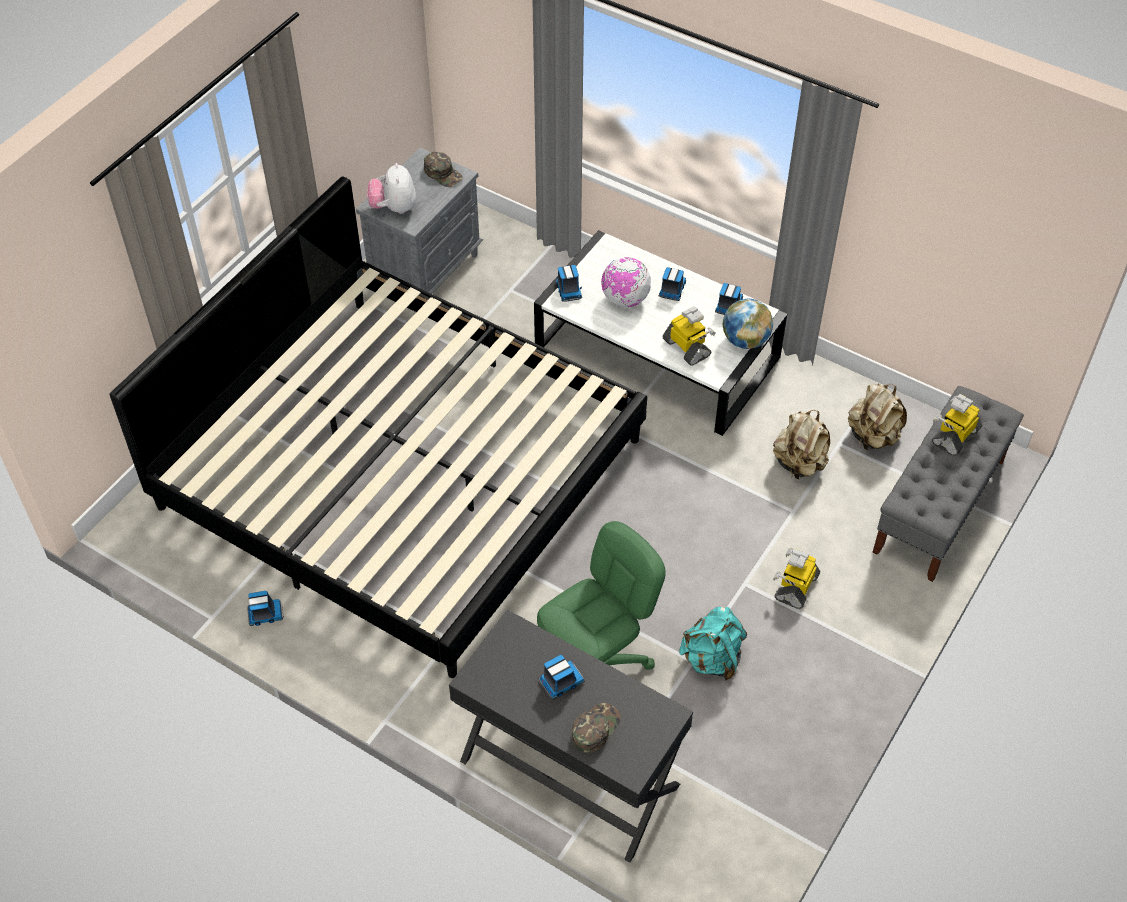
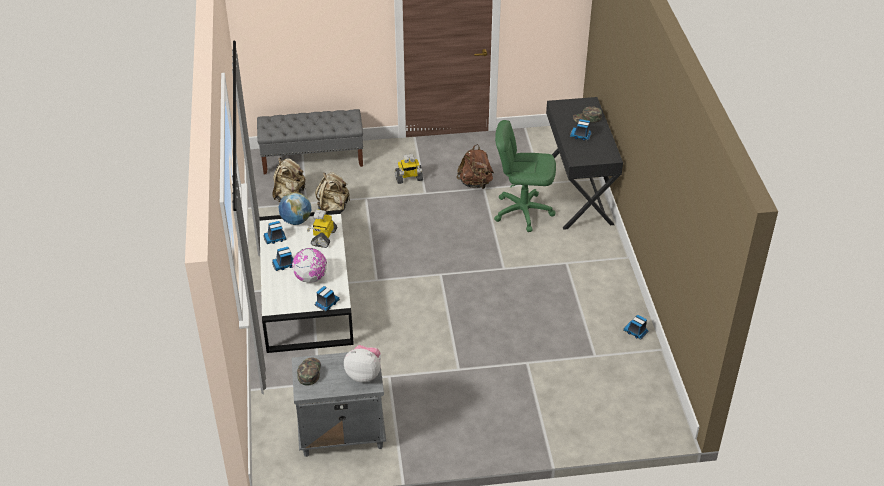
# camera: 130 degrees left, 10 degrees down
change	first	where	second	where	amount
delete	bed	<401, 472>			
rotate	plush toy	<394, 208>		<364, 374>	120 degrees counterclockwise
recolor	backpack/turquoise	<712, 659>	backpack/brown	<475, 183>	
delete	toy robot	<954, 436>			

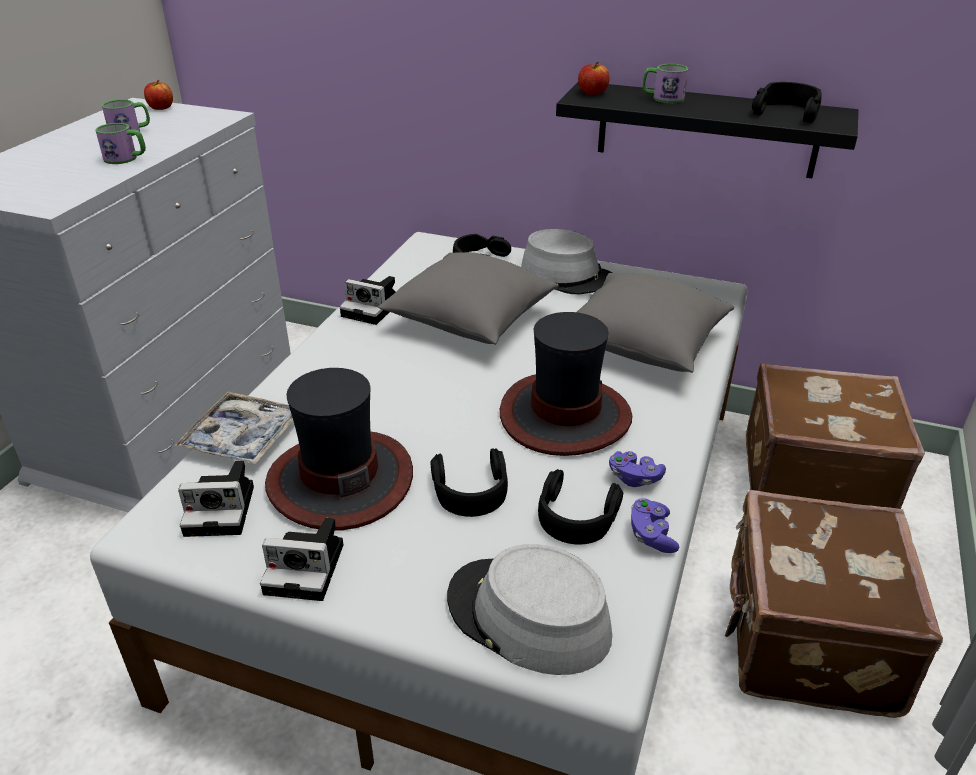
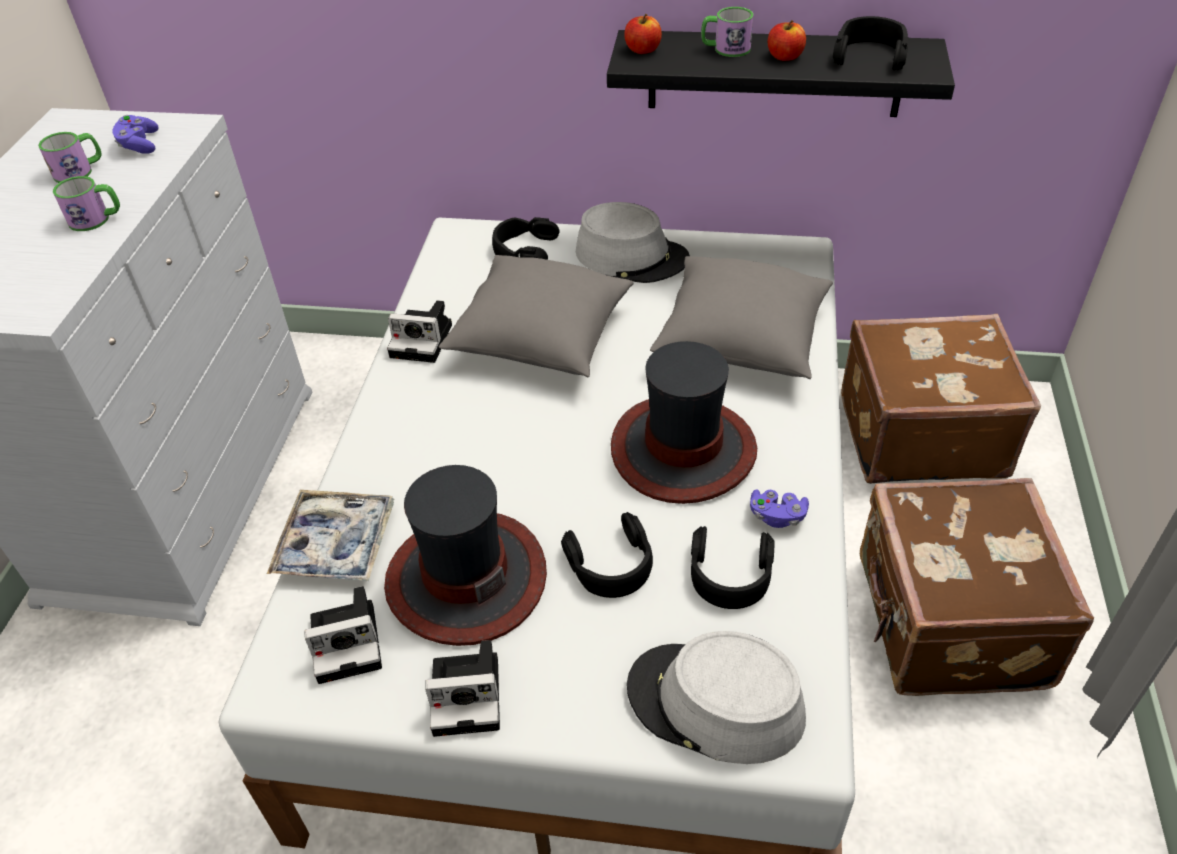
# camera: 10 degrees left, 10 degrees up
change	first	where	second	where	amount
move	apple	<161, 108>		<785, 57>	
move	game controller/purple	<651, 535>		<139, 145>	

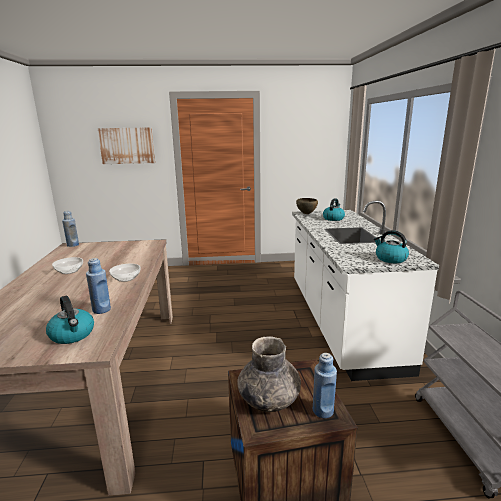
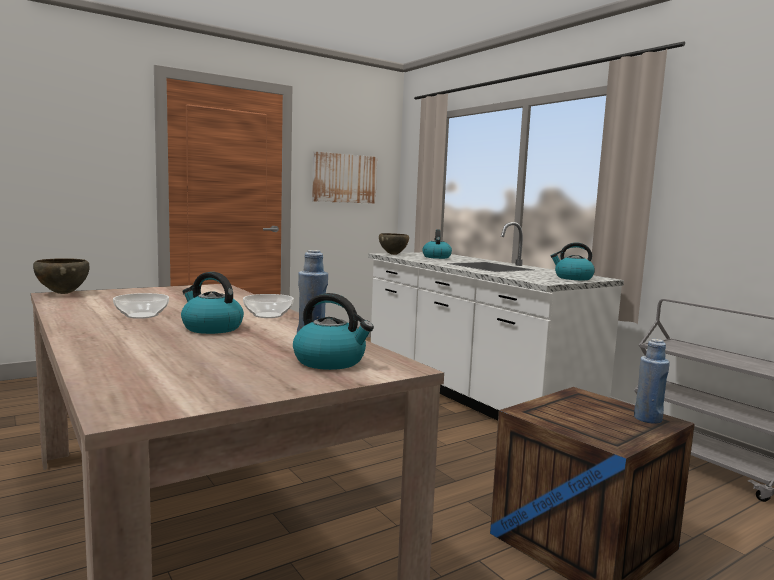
# camera: 30 degrees left, 10 degrees down
change	first	where	second	where	amount
replace	bottle/blue	<73, 245>	bowl/brown	<63, 293>	
move	picture	<127, 145>		<344, 178>	
delete	vase/grey	<268, 399>			
insert			kettle	<211, 328>	

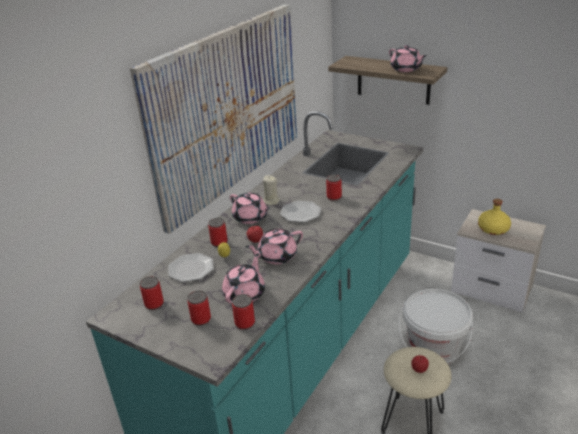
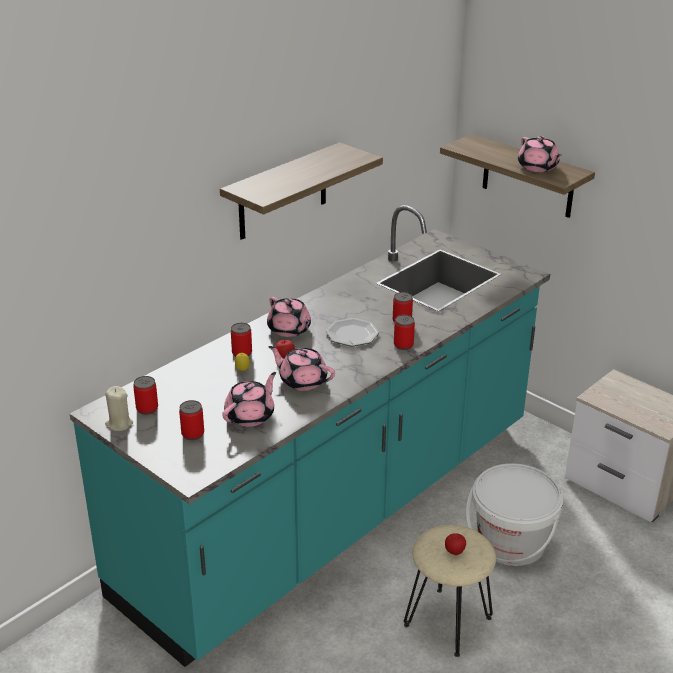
# camera: 10 degrees right, 0 degrees up
change	first	where	second	where	amount
replace	picture	<228, 109>	shelf	<283, 192>	
delete	plate	<190, 269>			
move	can	<245, 323>		<403, 345>	
rotate	teapot/pink	<276, 256>		<302, 381>	45 degrees clockwise
move	candle/beige	<271, 201>		<119, 424>	
delete	bottle/yellow	<492, 229>			

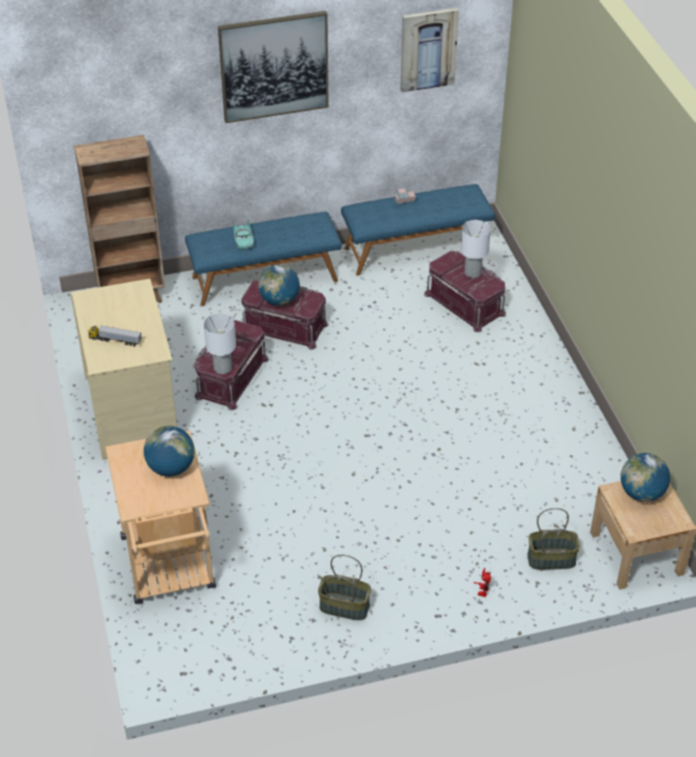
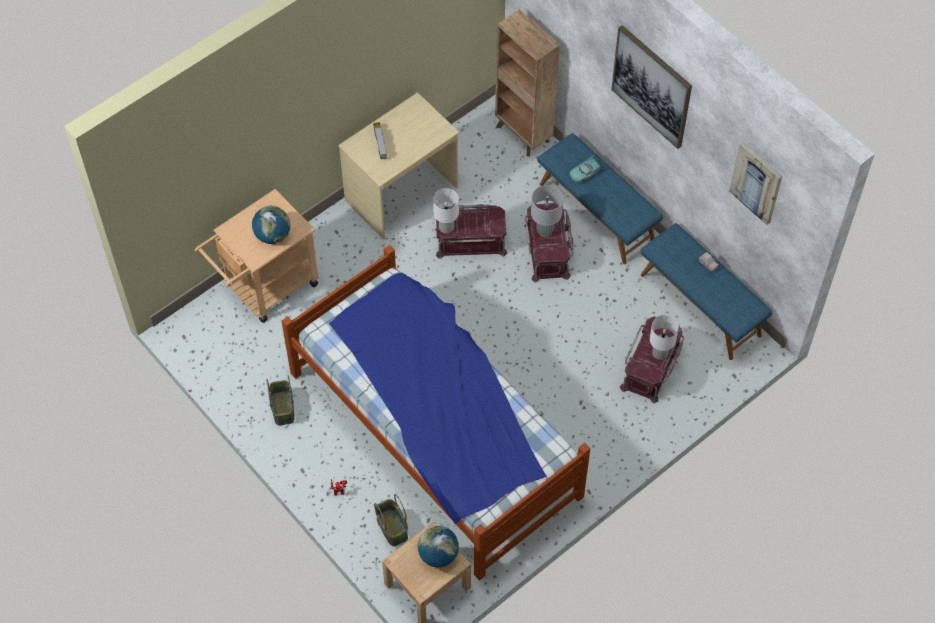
# camera: 65 degrees right, 15 degrees up
change	first	where	second	where	amount
replace	globe	<279, 301>	table lamp/grey	<545, 231>	
insert			bed	<435, 433>	

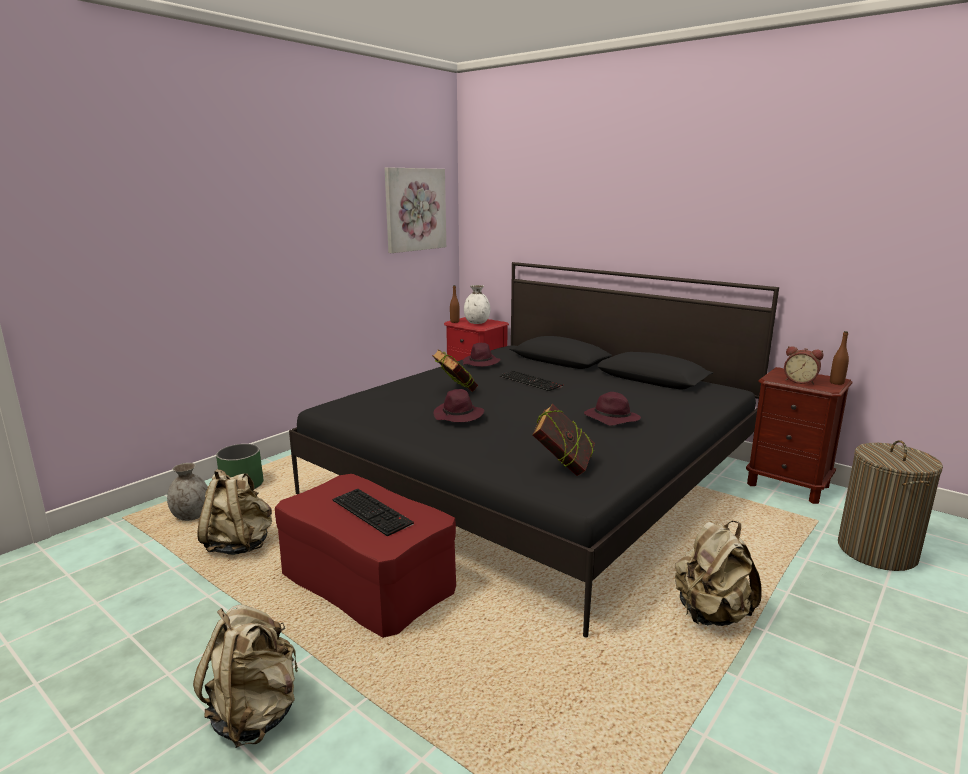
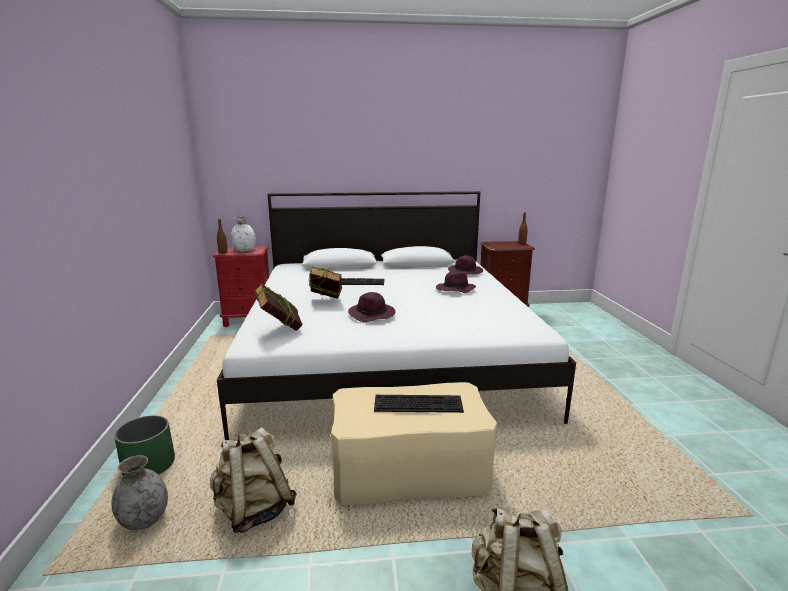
# camera: 45 degrees left, 0 degrees up
change	first	where	second	where	amount
recolor	ottoman/red	<368, 580>	ottoman/beige	<409, 468>	
recolor	bed/black	<536, 479>	bed/white	<387, 355>	
delete	picture	<415, 209>			
move	hat/purple	<481, 363>		<465, 272>	
move	book	<563, 467>		<280, 329>	
delete	backpack/beige	<711, 614>			
delete	alarm clock	<800, 381>			
delete	laundry basket	<876, 551>			

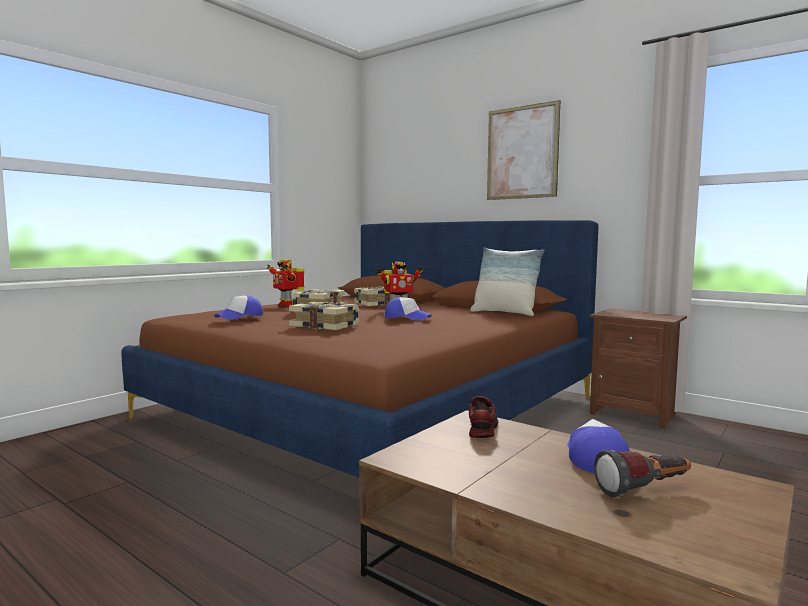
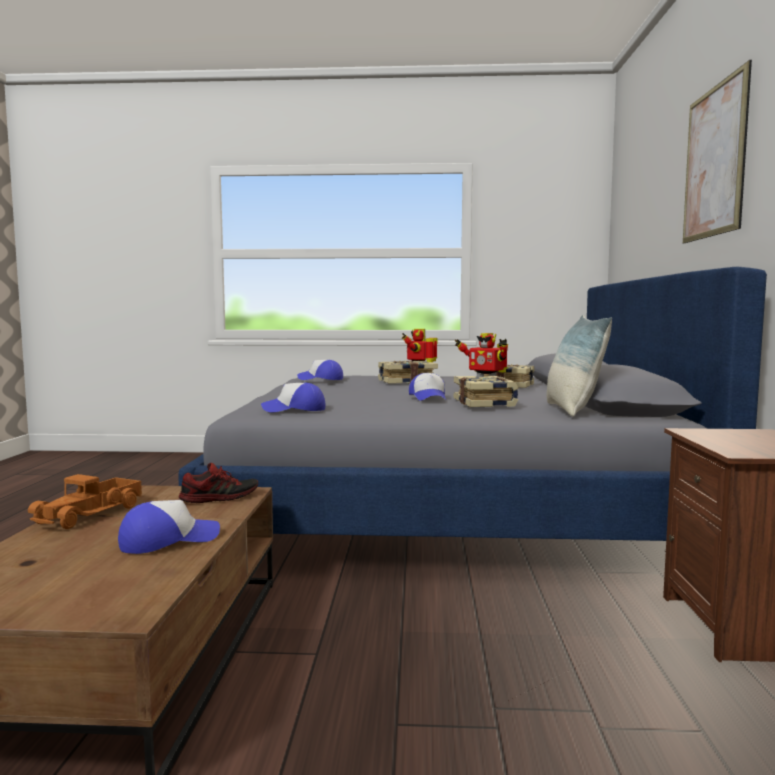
# camera: 55 degrees right, 0 degrees up
change	first	where	second	where	amount
recolor	bed/brown	<374, 407>	bed/grey	<447, 502>	
move	book	<325, 326>		<485, 403>	
delete	flashlight	<645, 490>			
insert			toy truck	<91, 514>	
insert			cap	<294, 410>	

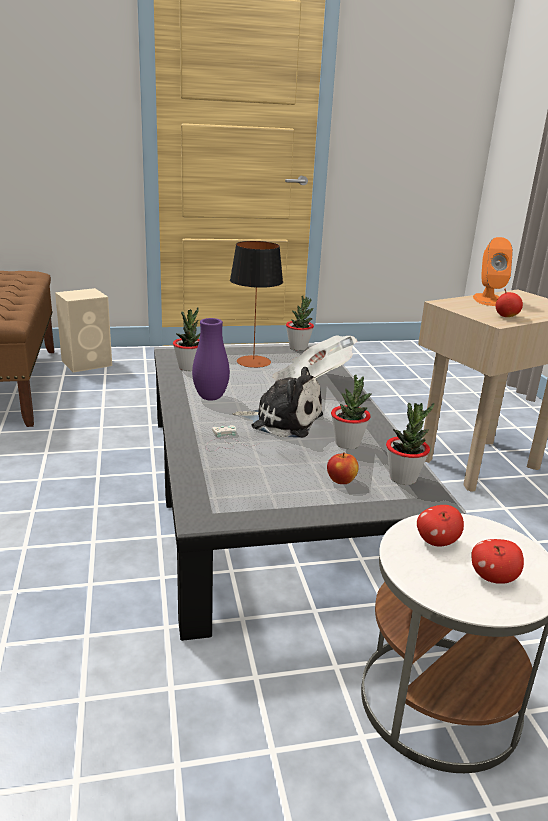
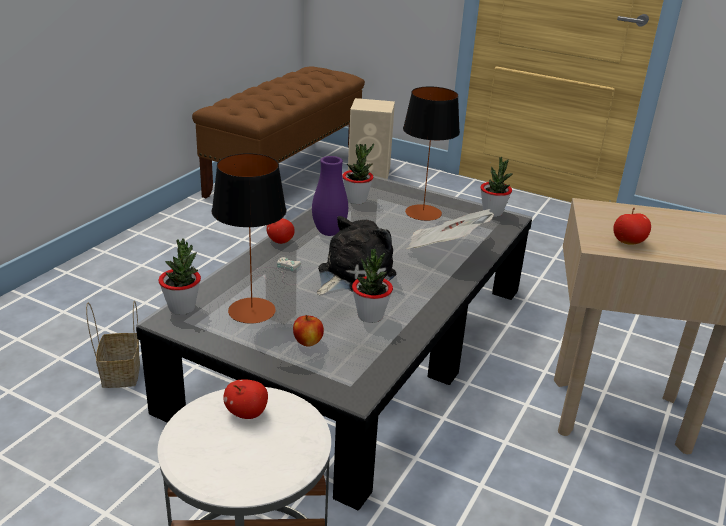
# camera: 40 degrees right, 5 degrees up
change	first	where	second	where	amount
rotate	plush toy	<282, 421>		<352, 274>	105 degrees counterclockwise
move	potted plant	<403, 478>		<182, 308>	
move	apple	<493, 577>		<280, 241>	
delete	speaker/orange	<488, 300>			
insert			basket	<120, 372>	
insert			table lamp	<252, 310>	

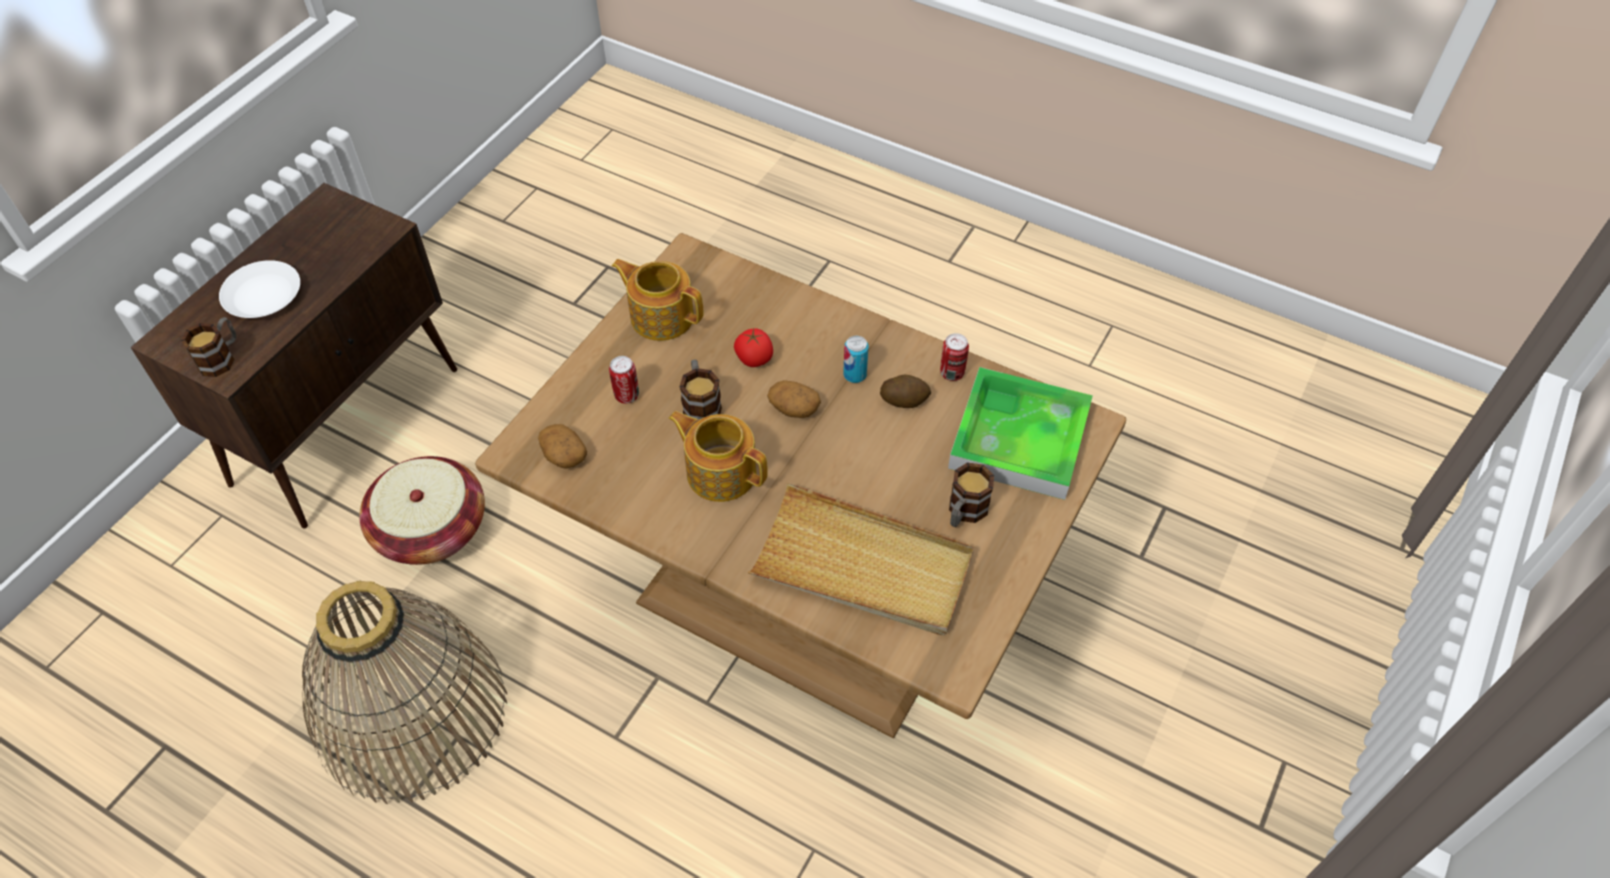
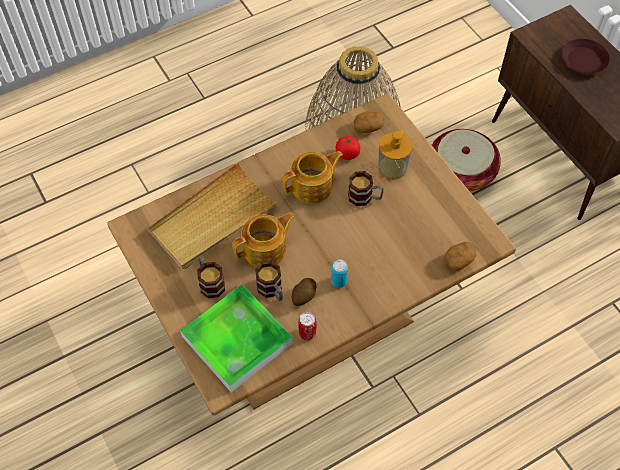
# camera: 120 degrees right, 5 degrees up
change	first	where	second	where	amount
move	mug	<221, 357>		<272, 290>	
recolor	plate/white	<263, 295>	plate/brown	<584, 60>	
replace	can	<627, 395>	soap dispenser	<392, 167>	
move	teapot	<661, 316>		<266, 249>	
move	tomato	<754, 358>		<347, 154>	
move	potato	<793, 408>		<458, 260>	

